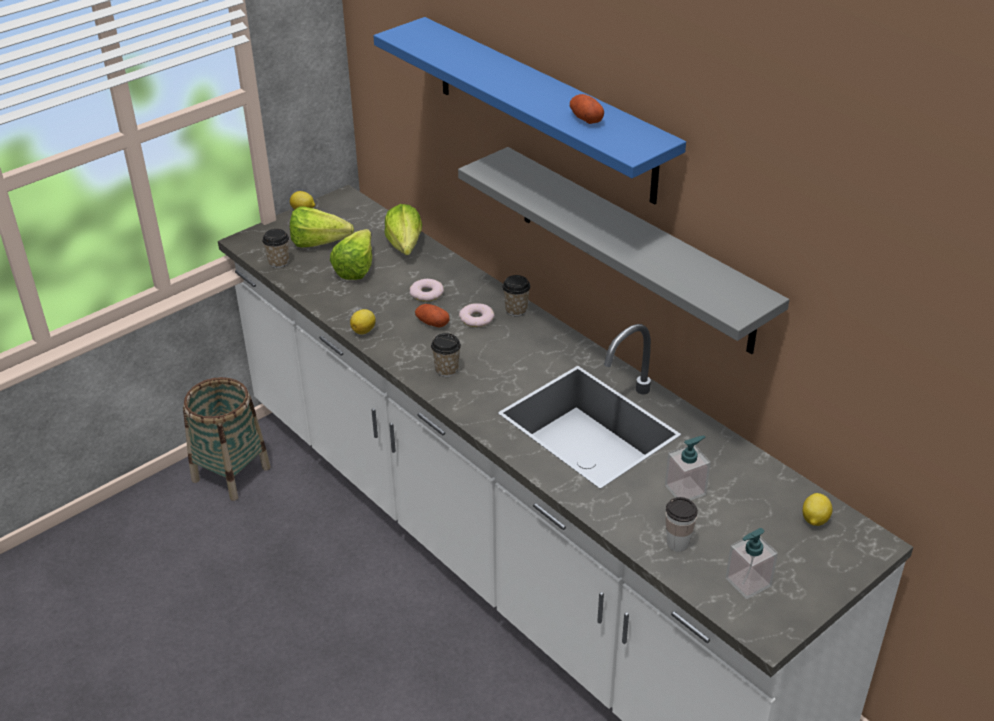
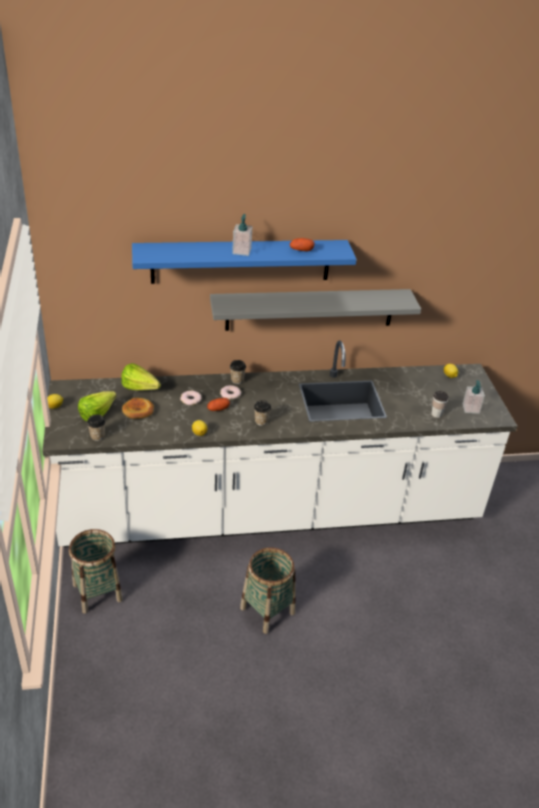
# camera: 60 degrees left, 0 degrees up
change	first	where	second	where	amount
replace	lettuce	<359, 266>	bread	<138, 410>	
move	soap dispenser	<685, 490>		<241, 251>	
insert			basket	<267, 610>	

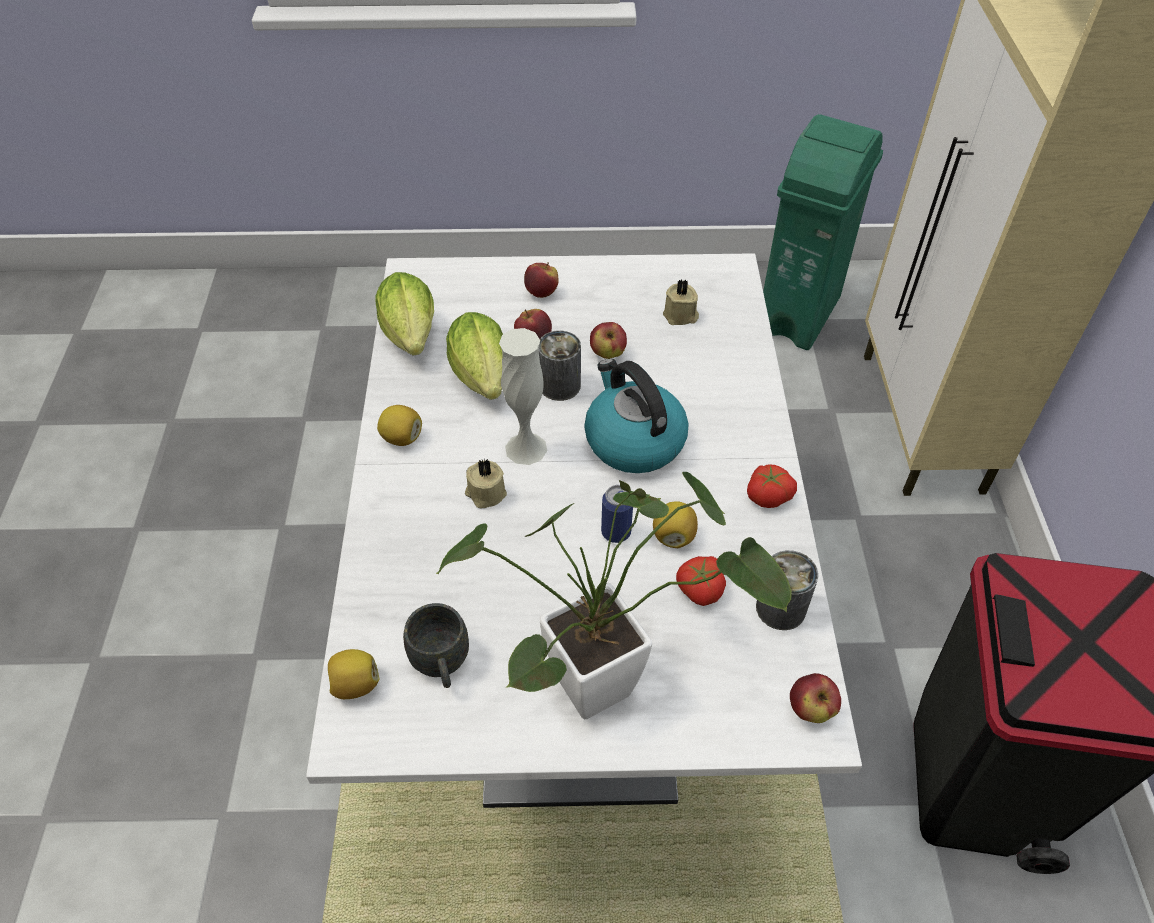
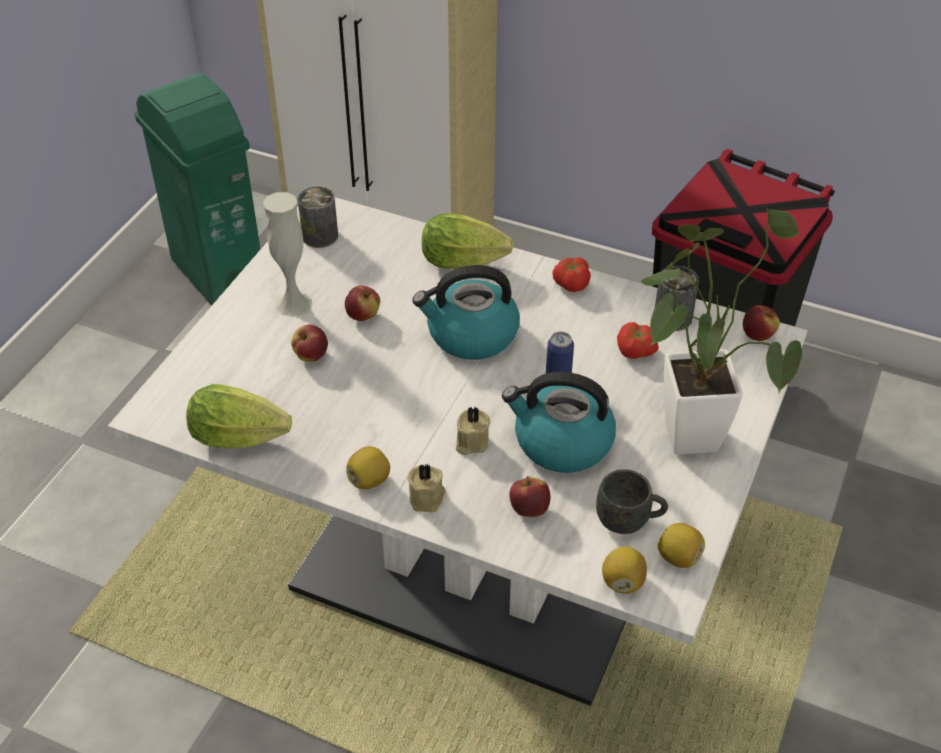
# camera: 65 degrees left, 5 degrees down
change	first	where	second	where	amount
move	lettuce	<483, 380>		<468, 263>	
move	vase/white	<526, 448>		<293, 304>	
move	apple	<541, 292>		<529, 509>	
move	can	<560, 385>		<320, 236>	
move	lemon	<673, 536>		<678, 557>	
move	candle/beige	<681, 316>		<428, 498>	
insert			kettle	<561, 443>	

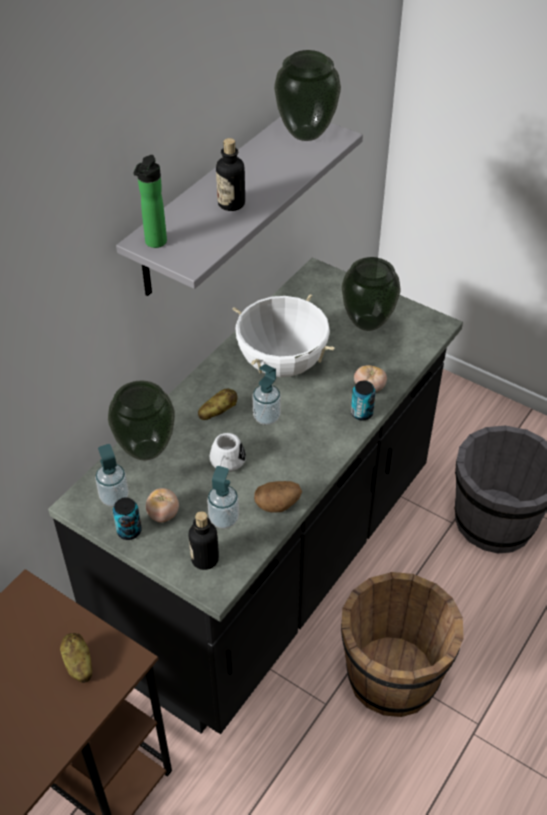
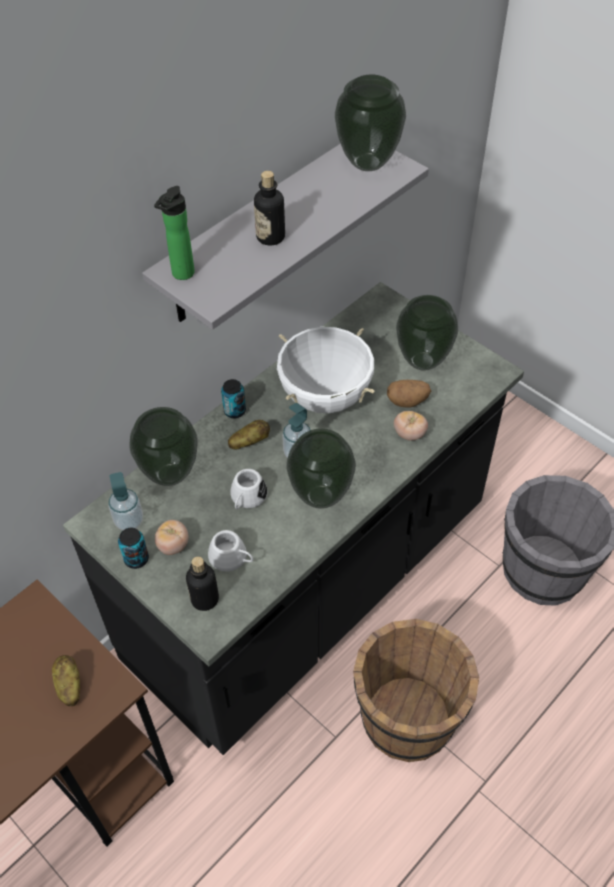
# camera: 10 degrees right, 5 degrees up
change	first	where	second	where	amount
replace	soap dispenser	<224, 519>	mug/white	<232, 559>	
move	potato	<277, 504>		<407, 401>	
move	can	<361, 413>		<234, 411>	
insert			vase	<322, 497>	

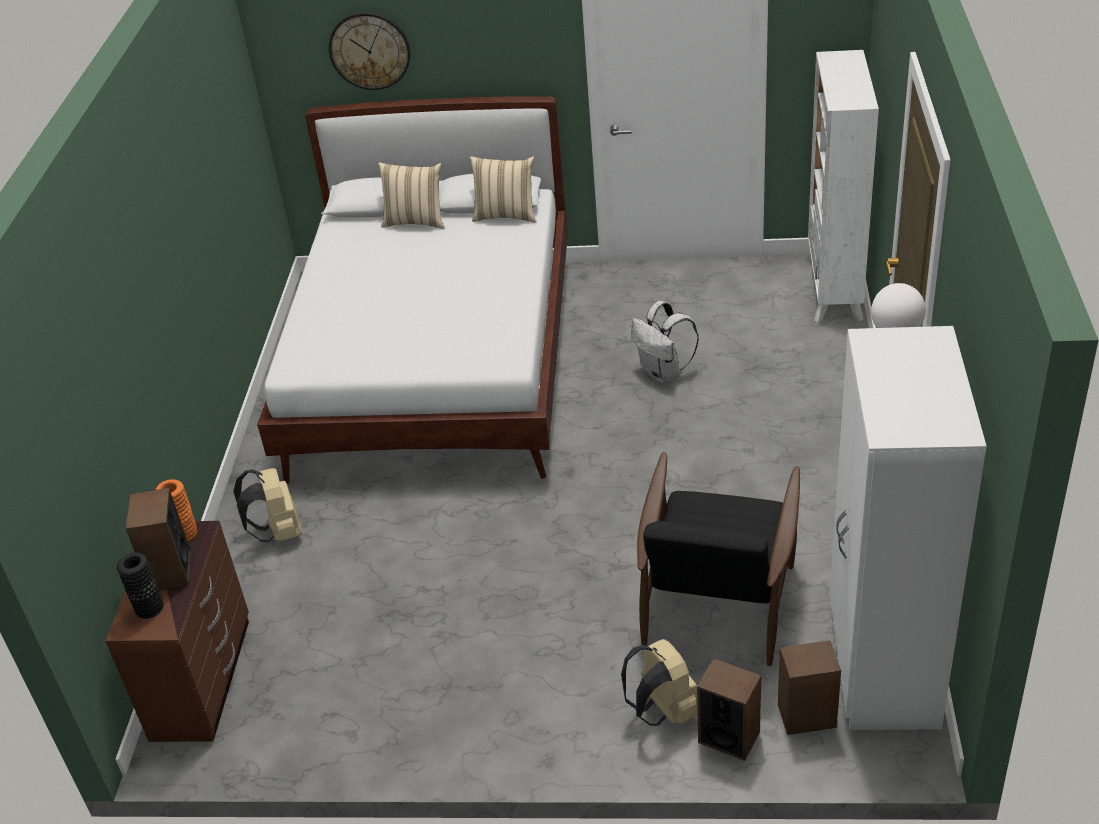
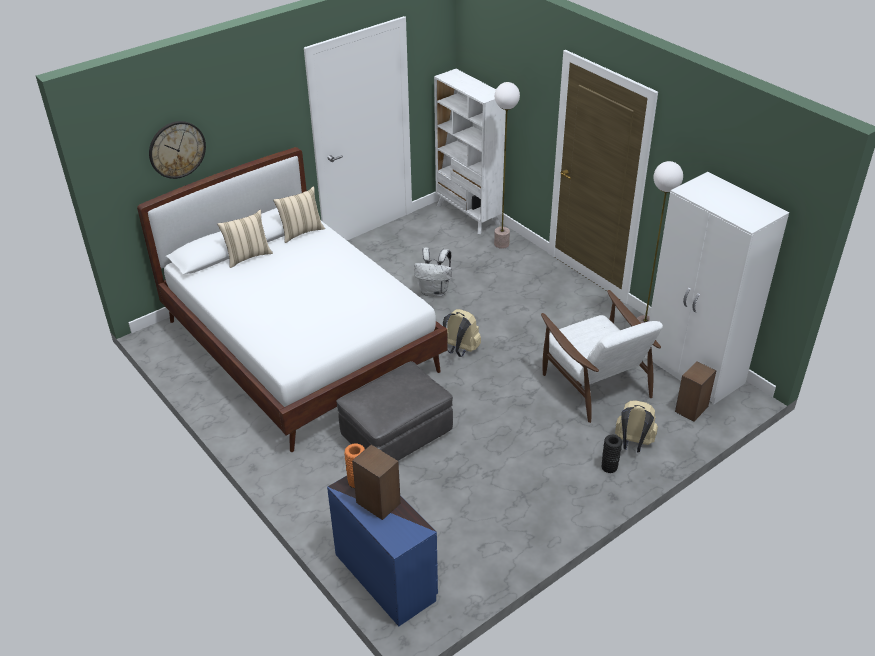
# camera: 45 degrees left, 0 degrees up
change	first	where	second	where	amount
recolor	dresser/brown	<203, 678>	dresser/blue	<386, 575>	
move	vase/black	<149, 608>		<609, 467>	
move	backpack/beige	<278, 532>		<460, 350>	
recolor	armchair/black	<717, 600>	armchair/white	<595, 383>	
delete	speaker	<729, 736>			
insert			ottoman/grey	<396, 435>	
insert			floor lamp	<501, 244>	

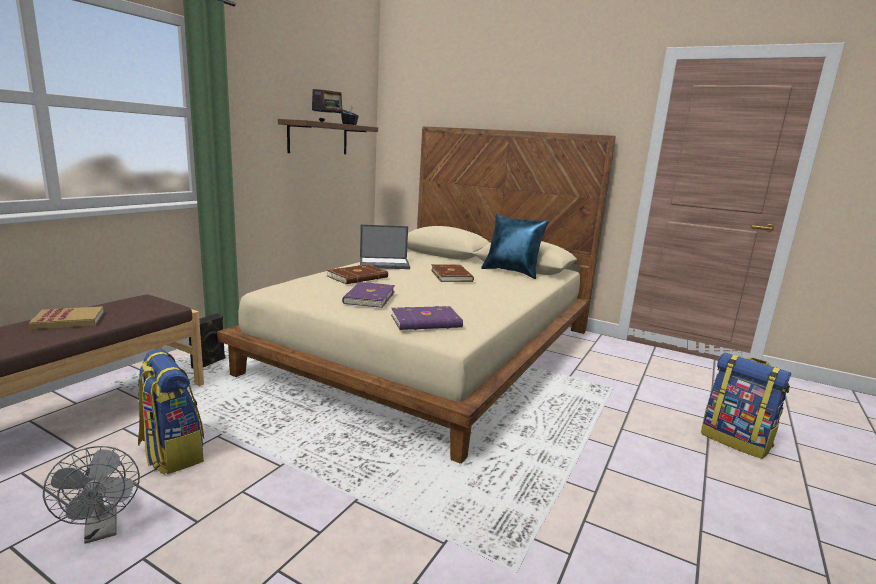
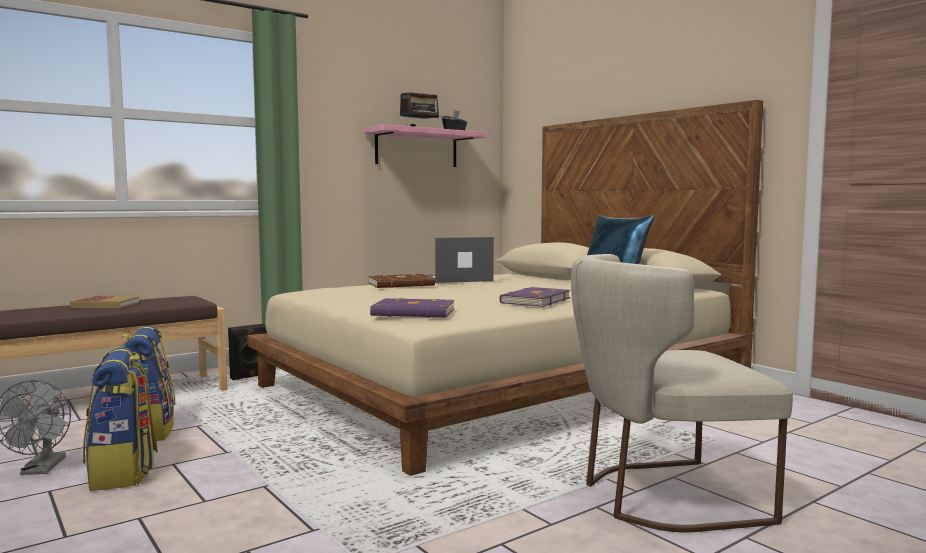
# camera: 25 degrees right, 10 degrees down
change	first	where	second	where	amount
recolor	shelf/brown	<318, 138>	shelf/pink	<416, 148>	
move	book/purple	<368, 297>		<534, 301>	
rotate	laptop	<385, 264>		<458, 279>	150 degrees clockwise
delete	book/brown	<452, 276>			
move	backpack	<736, 440>		<123, 473>	
insert			chair/beige	<660, 496>	

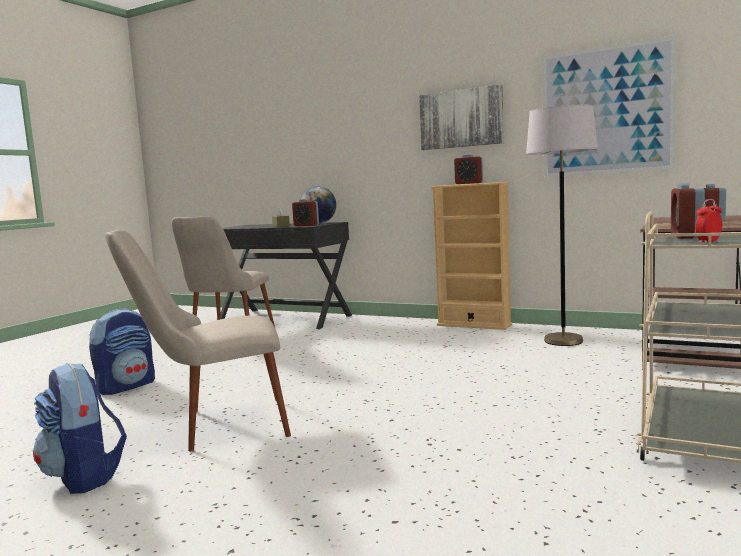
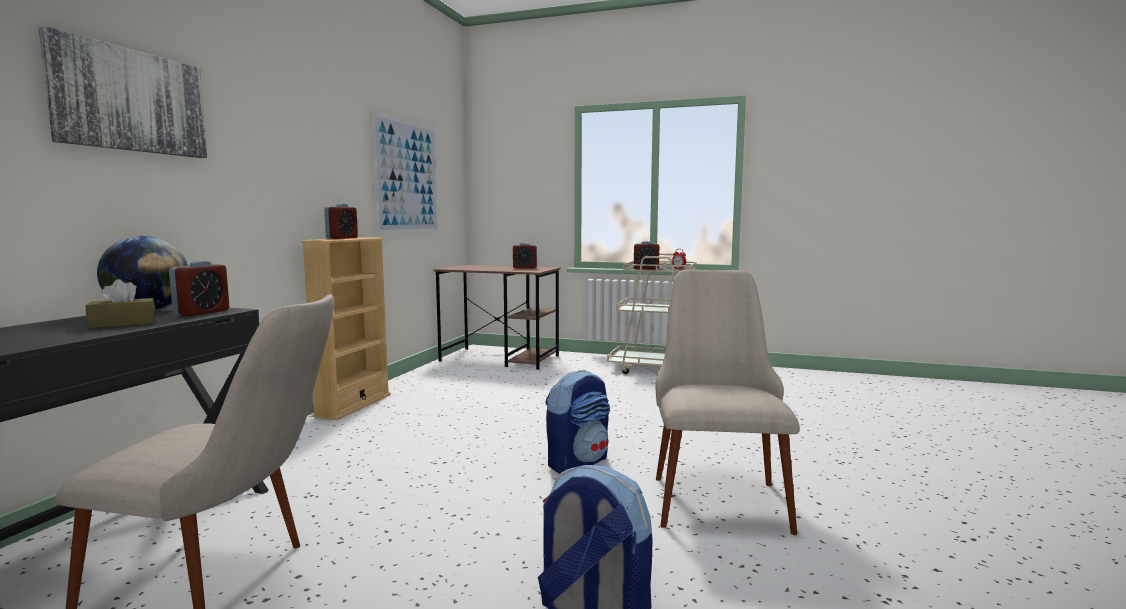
# camera: 100 degrees left, 0 degrees up
change	first	where	second	where	amount
move	backpack	<84, 477>		<578, 462>	
rotate	chair/beige	<214, 426>		<715, 491>	150 degrees counterclockwise
move	picture	<461, 118>		<130, 101>	
delete	floor lamp/grey	<563, 341>			

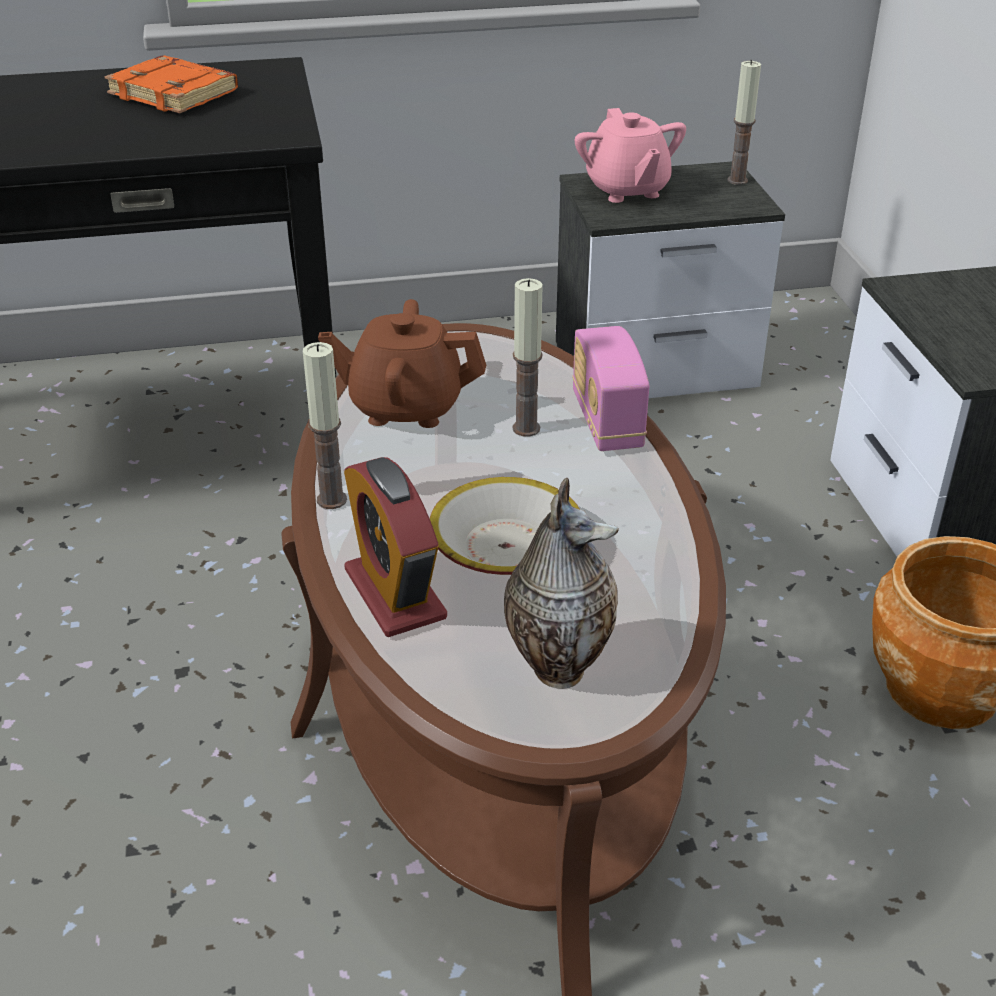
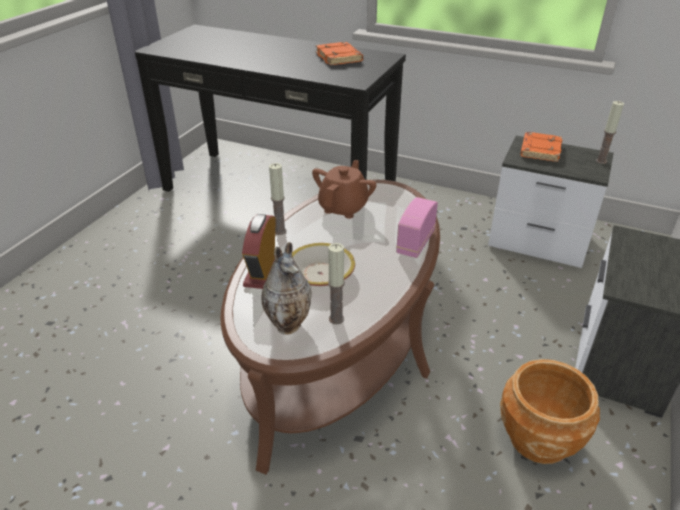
# camera: 35 degrees right, 0 degrees up
change	first	where	second	where	amount
rotate	teapot/brown	<405, 407>		<343, 207>	75 degrees clockwise
move	candle	<526, 428>		<336, 319>	
replace	teapot/pink	<627, 190>	book/orange	<539, 150>	

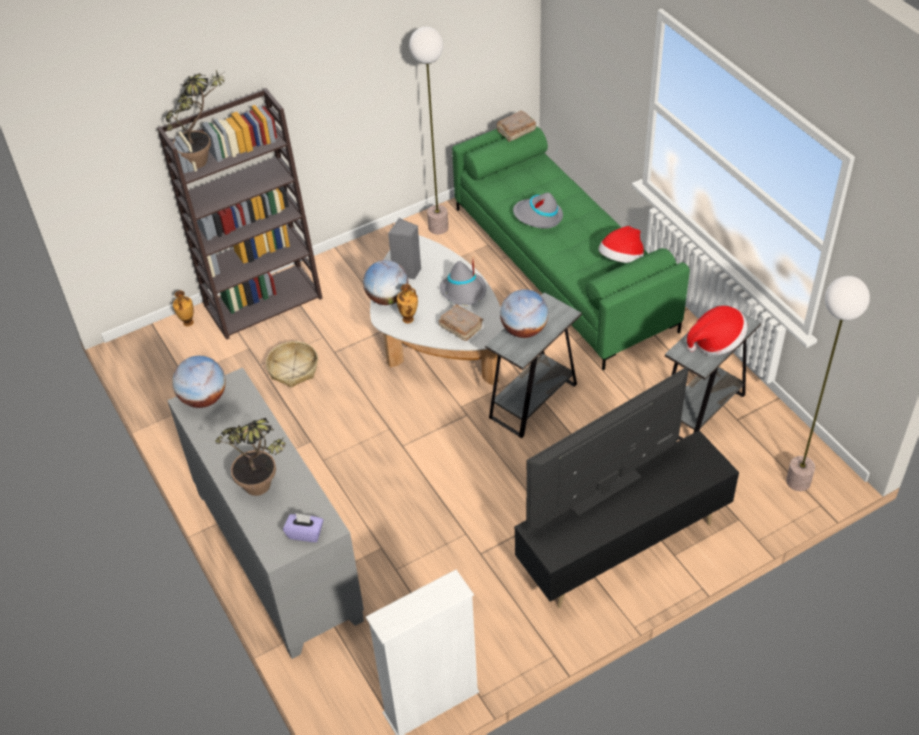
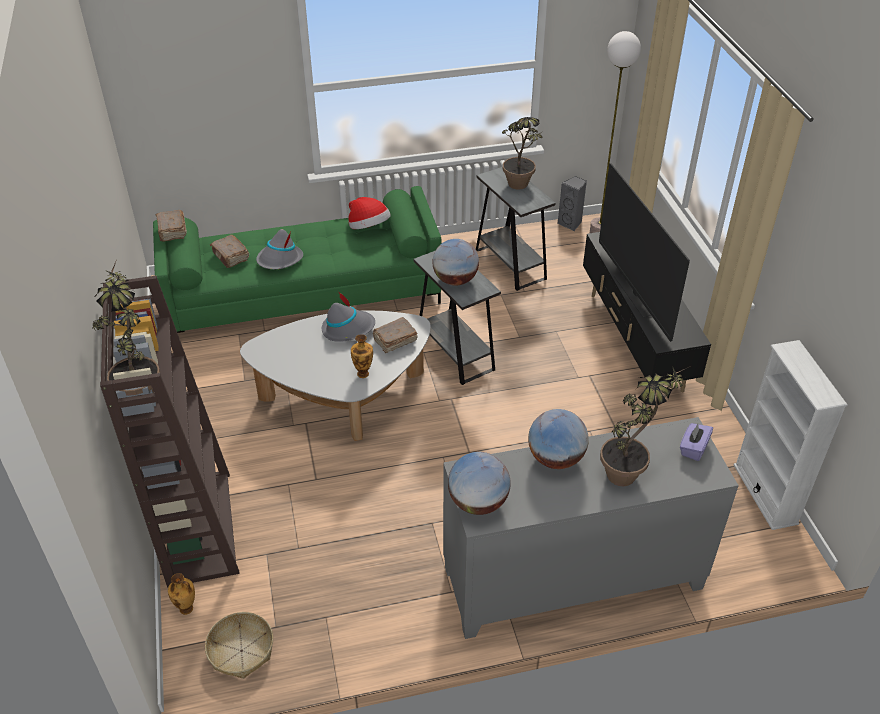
# camera: 75 degrees left, 5 degrees down
change	first	where	second	where	amount
move	basket	<293, 369>		<241, 651>	
move	globe	<387, 298>		<555, 458>	
move	speaker/grey	<407, 271>		<571, 223>	
delete	floor lamp	<438, 227>			
replace	hat	<716, 342>	potted plant	<520, 188>	
insert			book/brown	<231, 257>	

